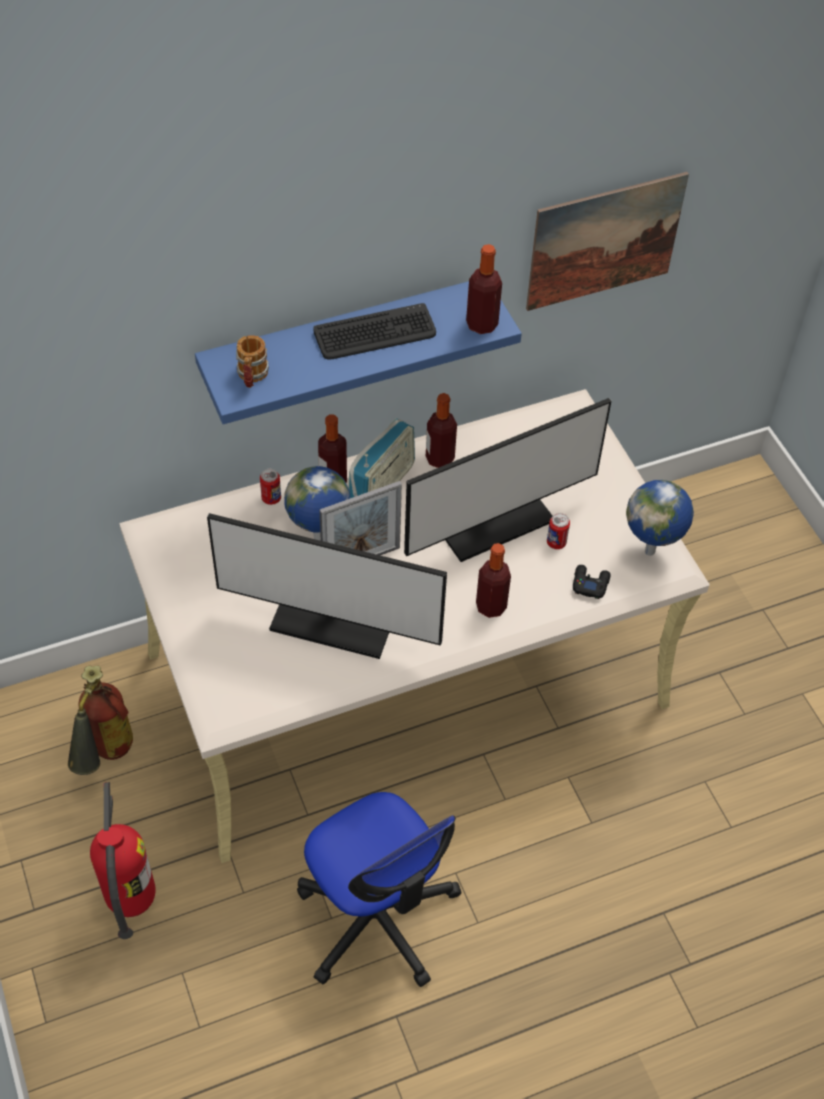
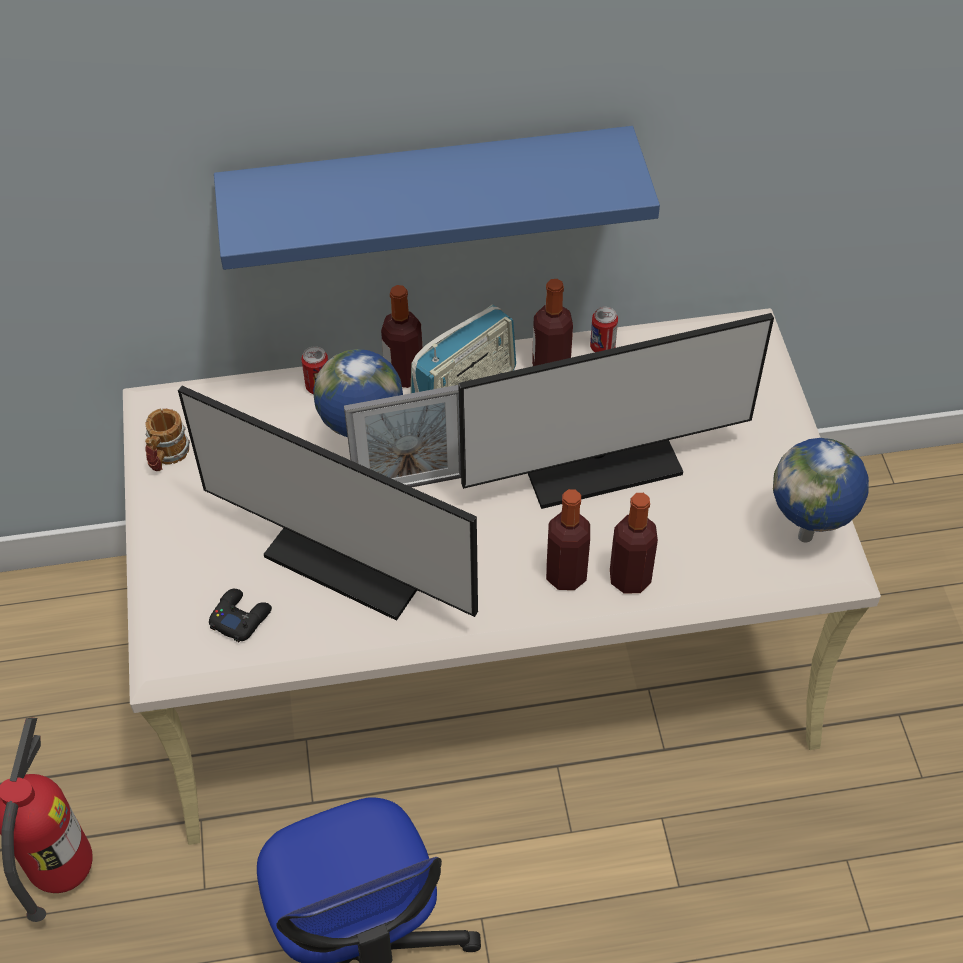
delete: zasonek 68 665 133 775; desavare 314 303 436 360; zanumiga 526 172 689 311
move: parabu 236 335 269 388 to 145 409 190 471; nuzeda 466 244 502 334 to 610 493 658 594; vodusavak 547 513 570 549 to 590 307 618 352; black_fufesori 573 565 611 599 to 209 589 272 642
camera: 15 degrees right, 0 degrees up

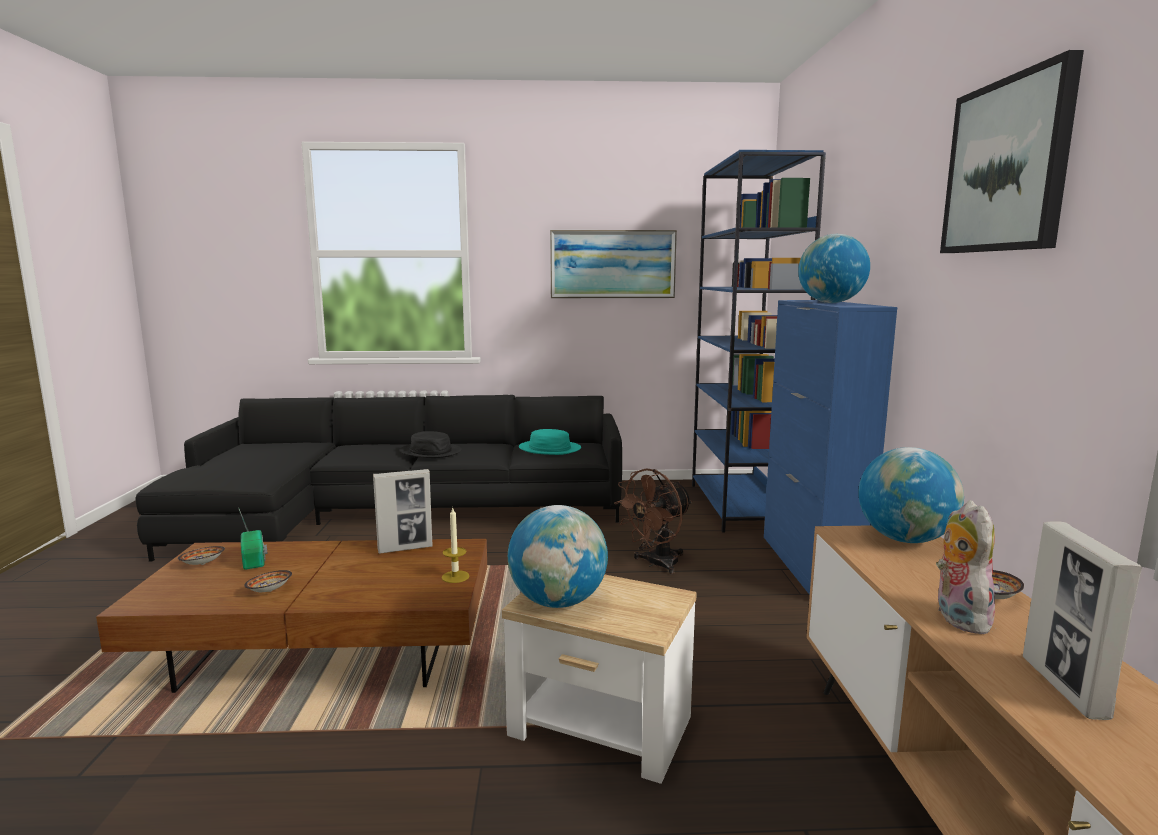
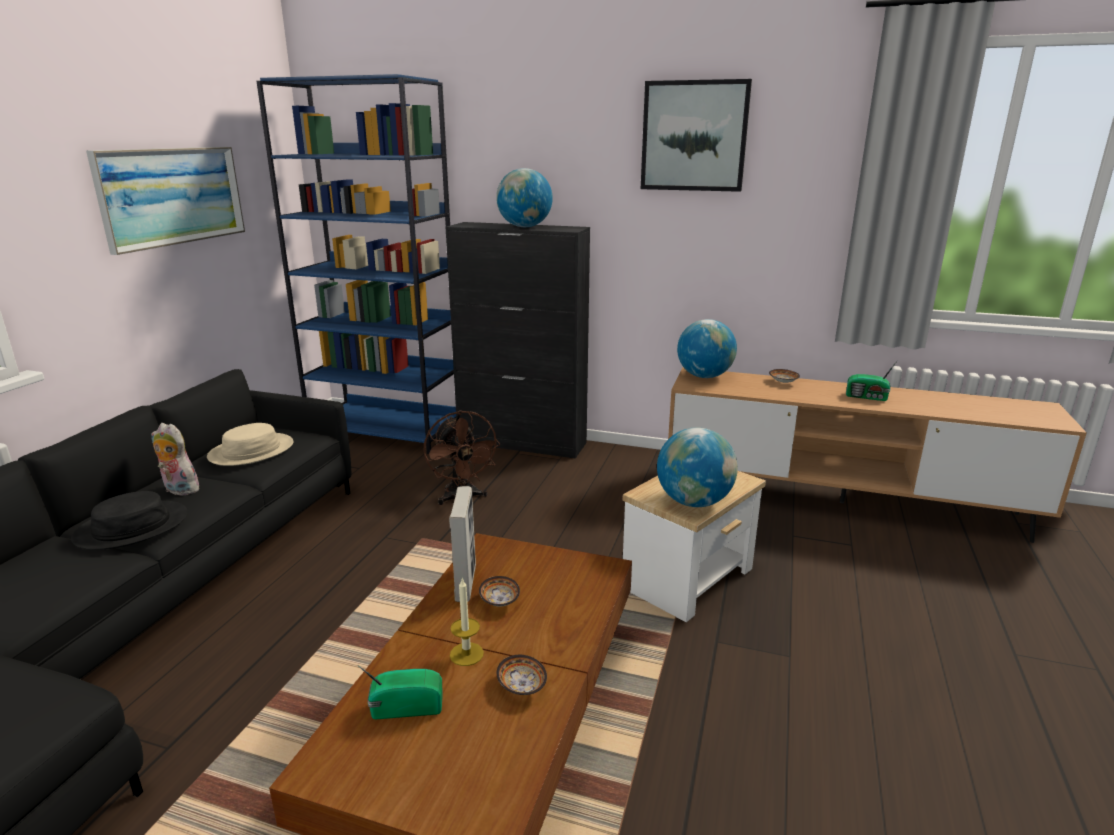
move: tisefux 178 546 225 565 to 479 576 520 607; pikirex 442 508 469 583 to 450 578 484 666; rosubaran 936 500 995 634 to 151 423 200 495
replace: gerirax 1023 521 1142 720 to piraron 846 361 897 401
recolor: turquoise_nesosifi 519 429 581 455 to beige_nesosifi 207 423 293 466; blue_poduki 764 300 898 595 to black_poduki 445 222 590 459
camera: 70 degrees left, 10 degrees up

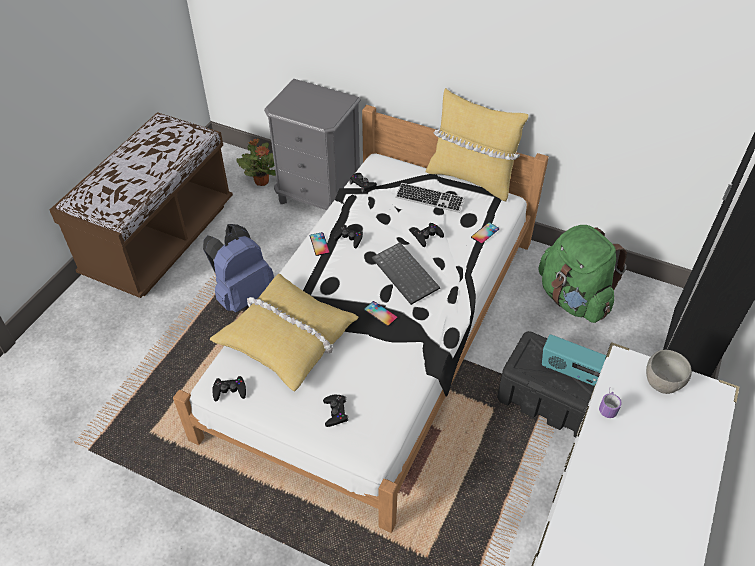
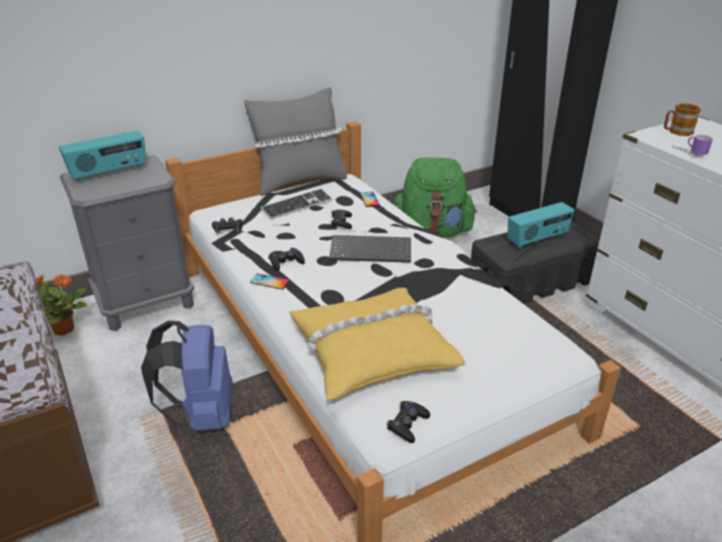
delete: black_fufesori 323 394 348 427; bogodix 364 301 398 326
insert: piraron 59 130 146 182
replace: grey_tisefux 646 350 692 394 to parabu 664 103 701 136
recolor: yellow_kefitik 426 88 529 201 to grey_kefitik 244 87 347 196
camera: 55 degrees left, 15 degrees down

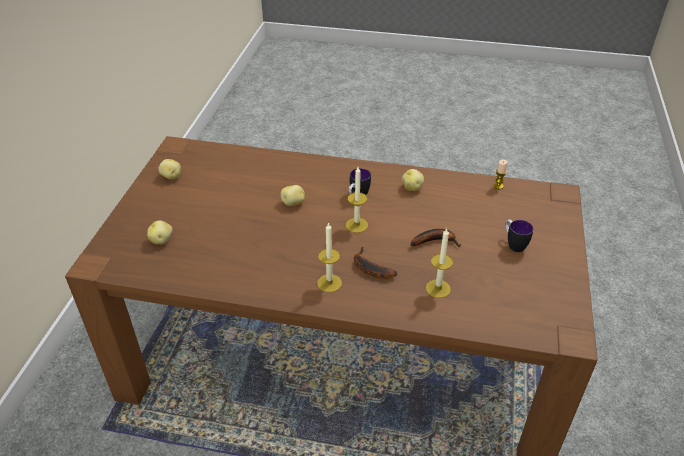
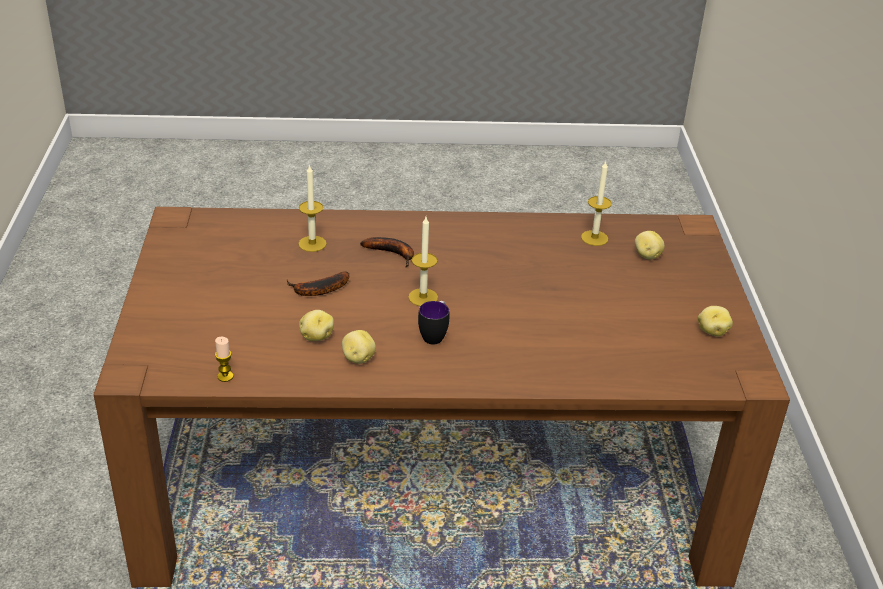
delete: parabu 505 220 533 252
move: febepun 281 185 305 206 to 299 310 334 341; pikirex 317 222 342 292 to 581 161 612 246
camera: 165 degrees right, 5 degrees down

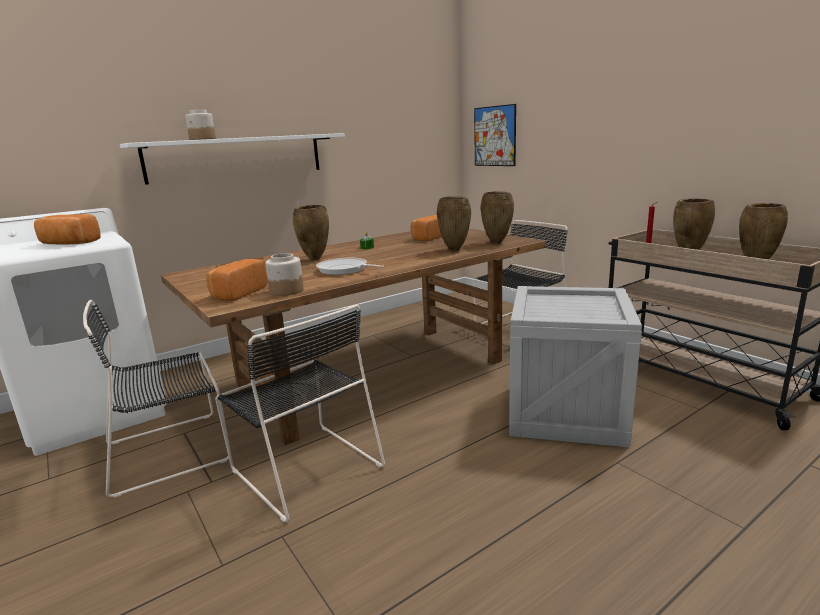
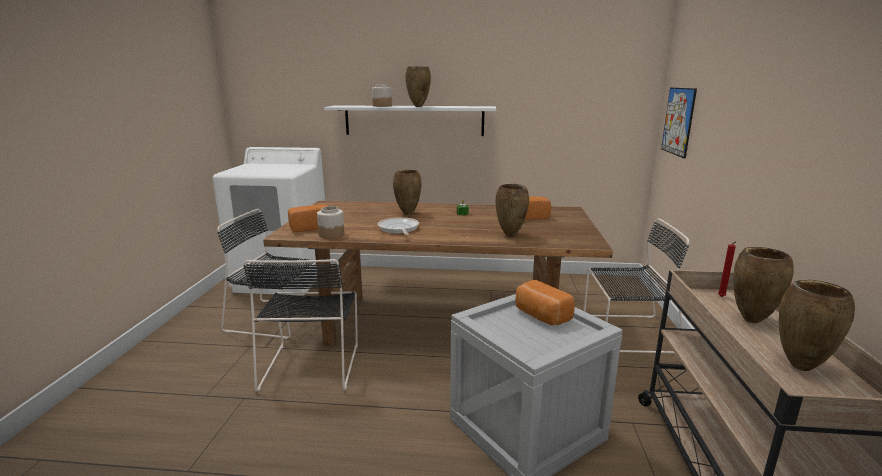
move: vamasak 34 214 101 244 to 515 280 575 325; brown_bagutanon 481 191 514 244 to 406 66 431 107
camera: 40 degrees right, 0 degrees up

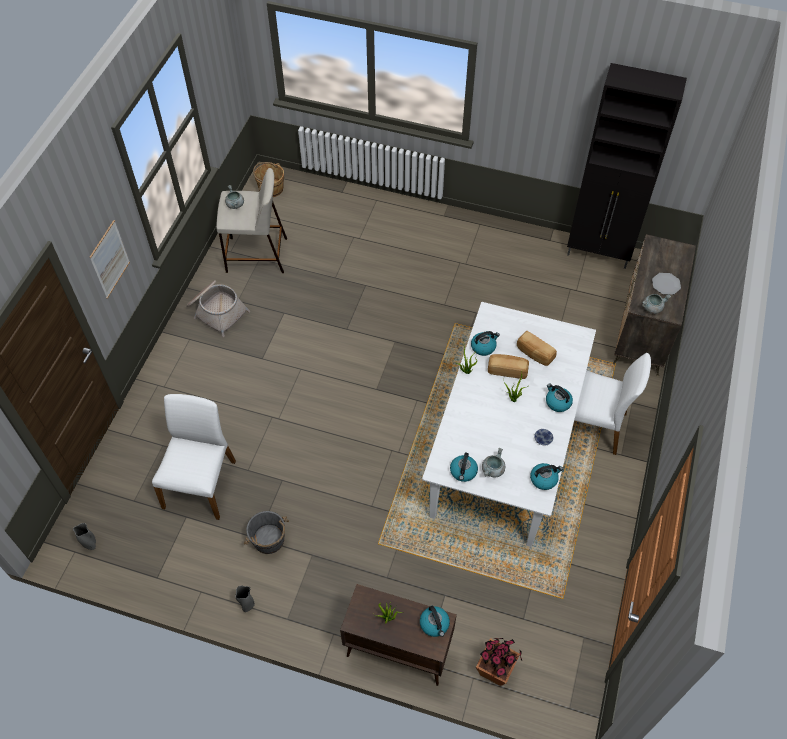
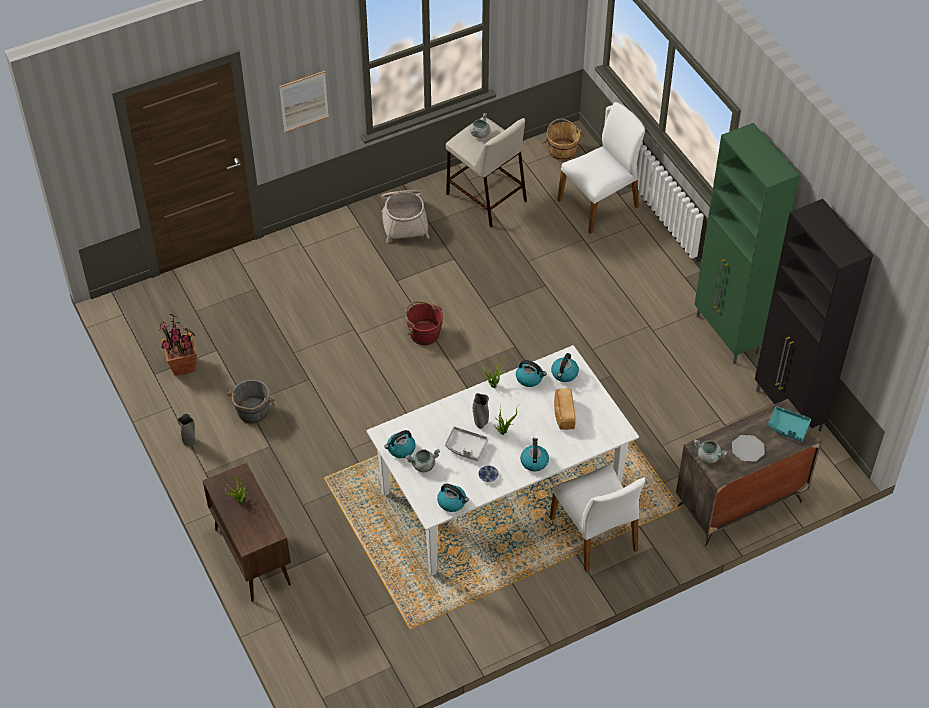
delete: vamasak 488 354 529 379
insert: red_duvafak 405 301 443 345; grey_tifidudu 445 426 488 461; green_poduki 695 123 800 364; turquoise_tifidudu 768 406 811 442
move: grey_bagutanon 73 523 96 550 to 473 393 489 429; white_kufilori 152 394 236 520 to 557 102 645 234; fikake 420 606 450 637 to 551 353 579 382; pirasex 476 638 522 686 to 159 314 197 376
camera: 45 degrees right, 5 degrees down

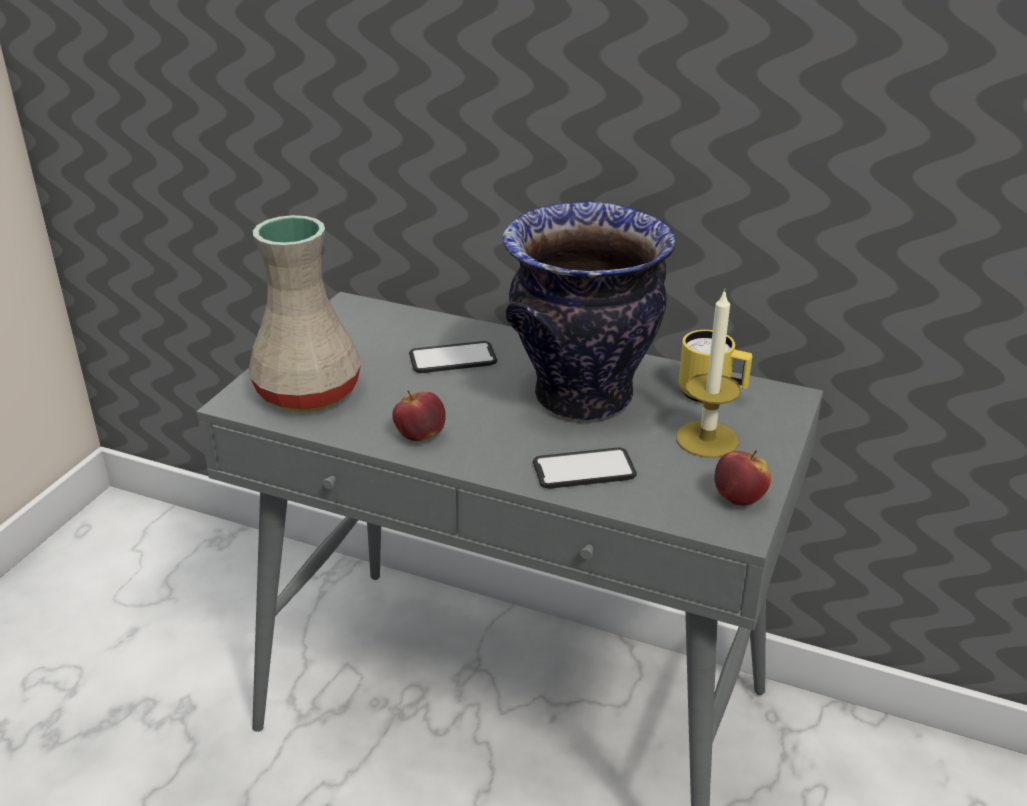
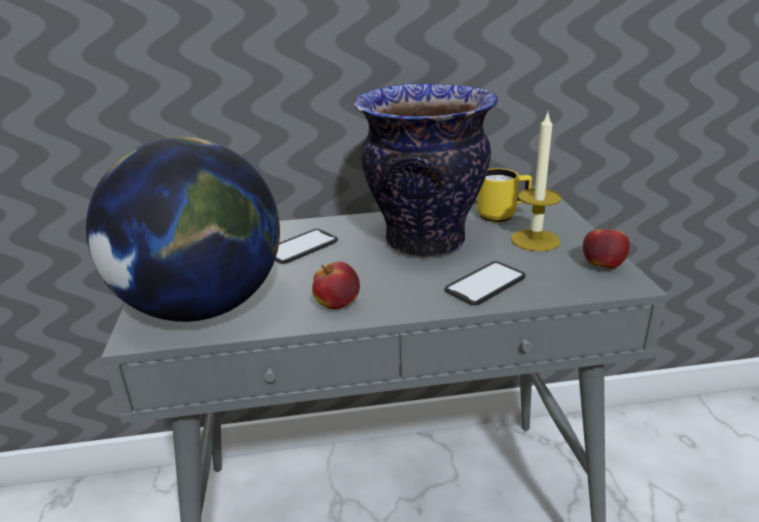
replace: beige_bagutanon 249 215 361 412 to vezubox 86 137 280 322
camera: 30 degrees left, 5 degrees down

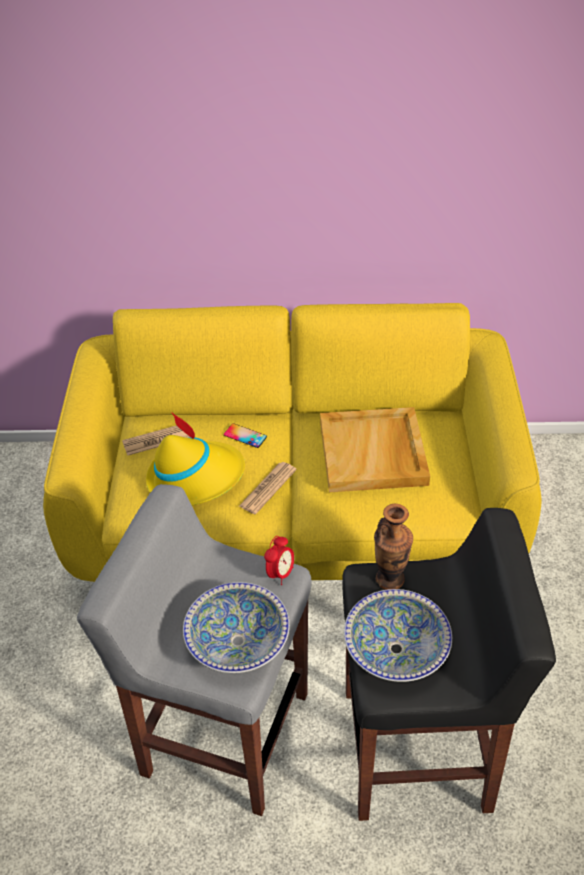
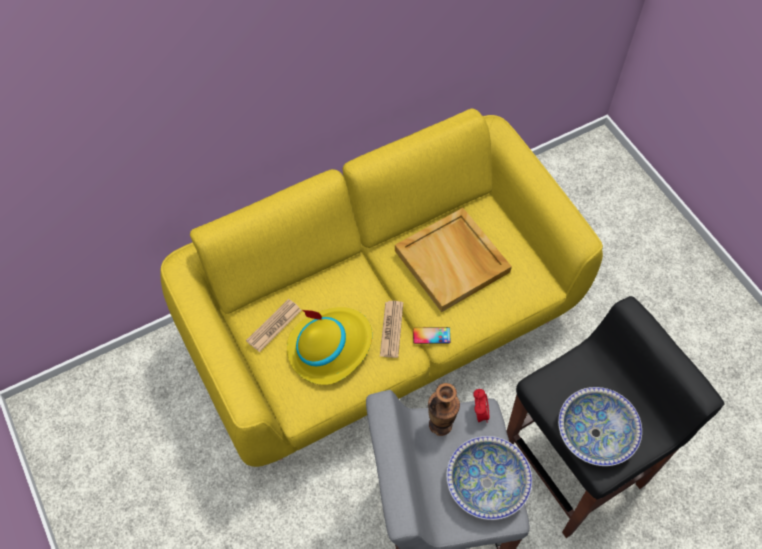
move: bogodix 224 423 267 448 to 413 327 451 344; bagutanon 374 504 413 590 to 428 383 460 436
camera: 30 degrees left, 15 degrees up

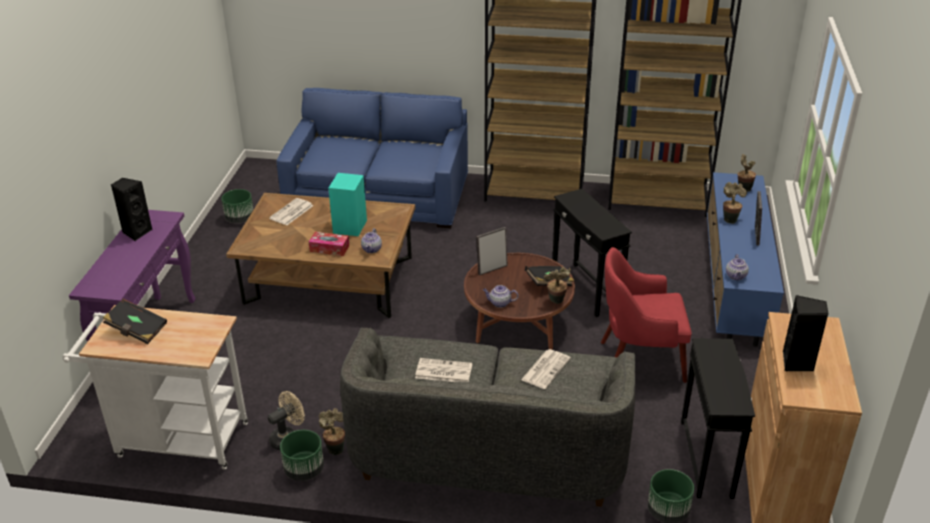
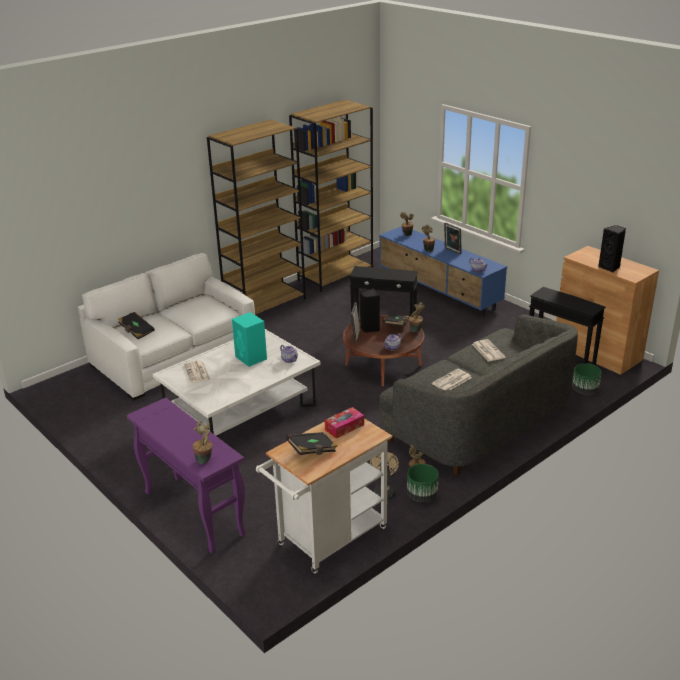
delete: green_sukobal 221 189 254 223; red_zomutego 601 247 692 383
insert: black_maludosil 118 312 155 339; pirasex 193 421 213 464
move: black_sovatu 111 178 153 241 to 360 289 380 333; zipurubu 309 232 349 256 to 325 407 364 439
recolor: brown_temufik 226 193 415 318 to white_temufik 153 329 321 438; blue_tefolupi 277 88 468 228 to white_tefolupi 78 253 255 400
camera: 50 degrees left, 5 degrees down

